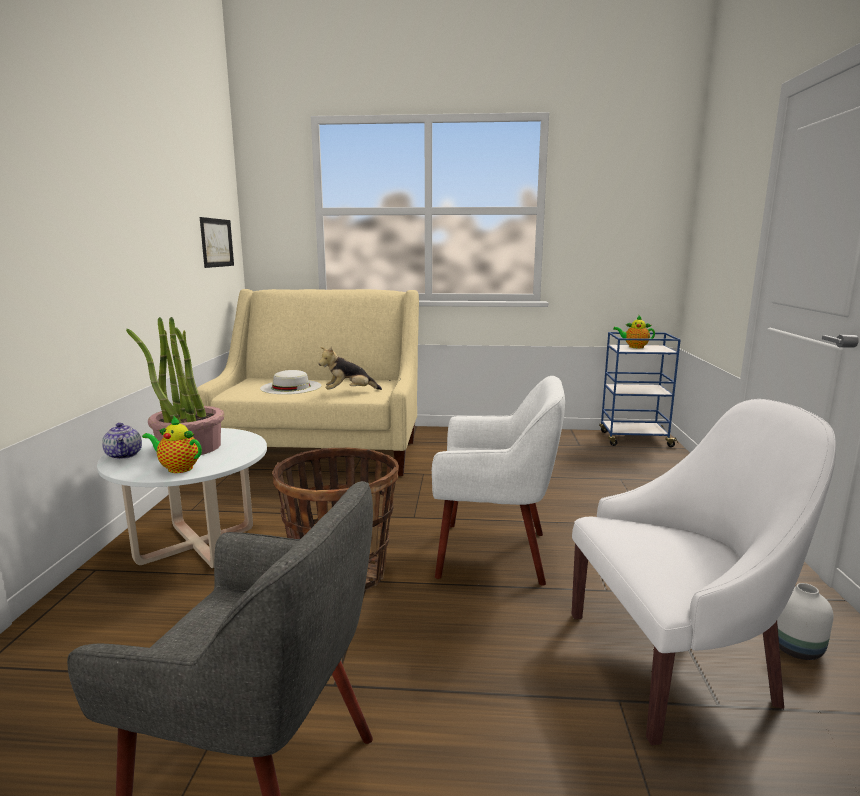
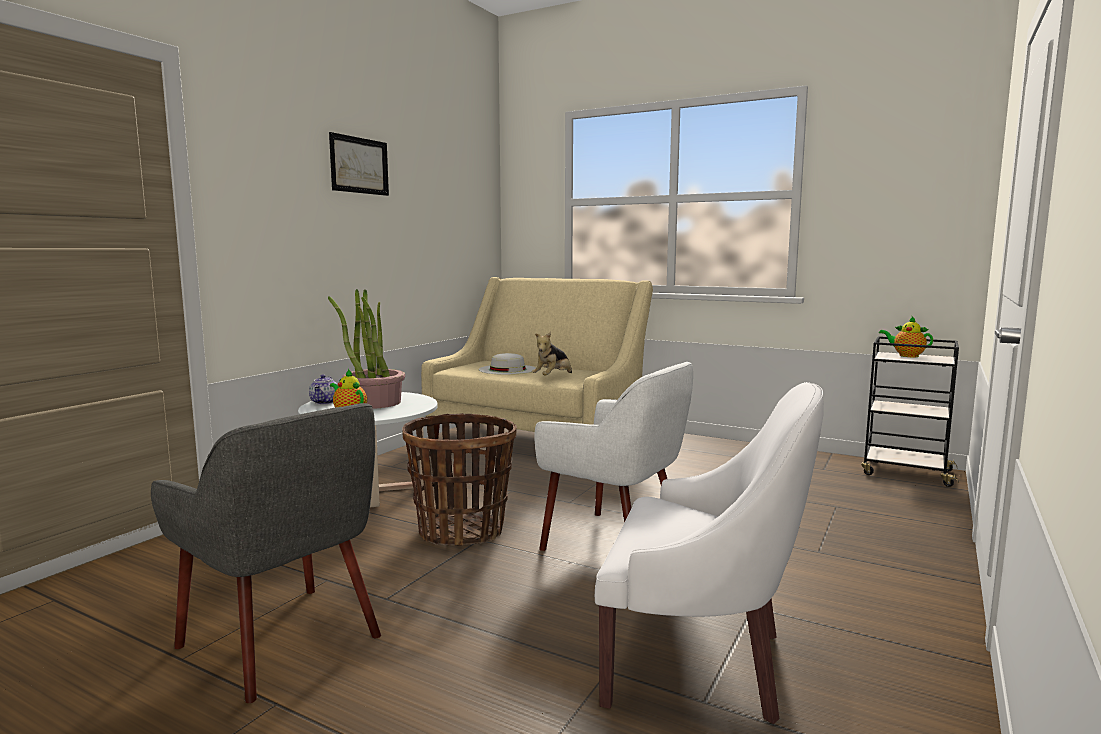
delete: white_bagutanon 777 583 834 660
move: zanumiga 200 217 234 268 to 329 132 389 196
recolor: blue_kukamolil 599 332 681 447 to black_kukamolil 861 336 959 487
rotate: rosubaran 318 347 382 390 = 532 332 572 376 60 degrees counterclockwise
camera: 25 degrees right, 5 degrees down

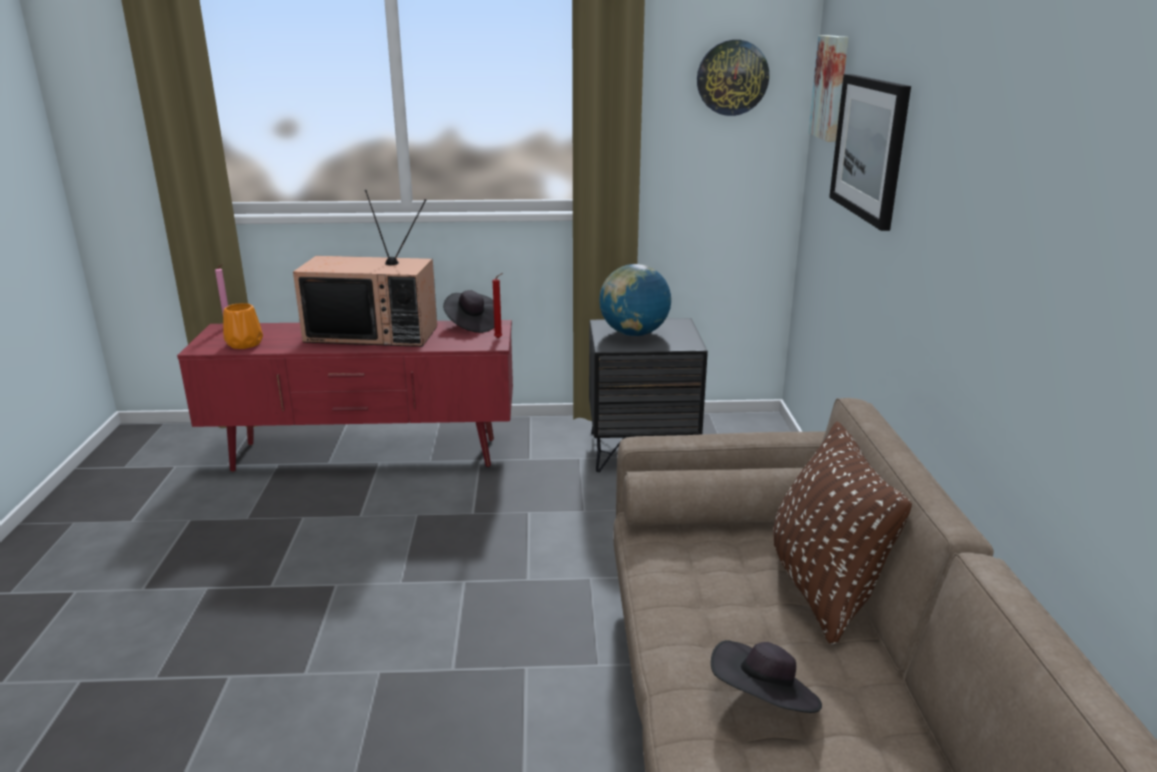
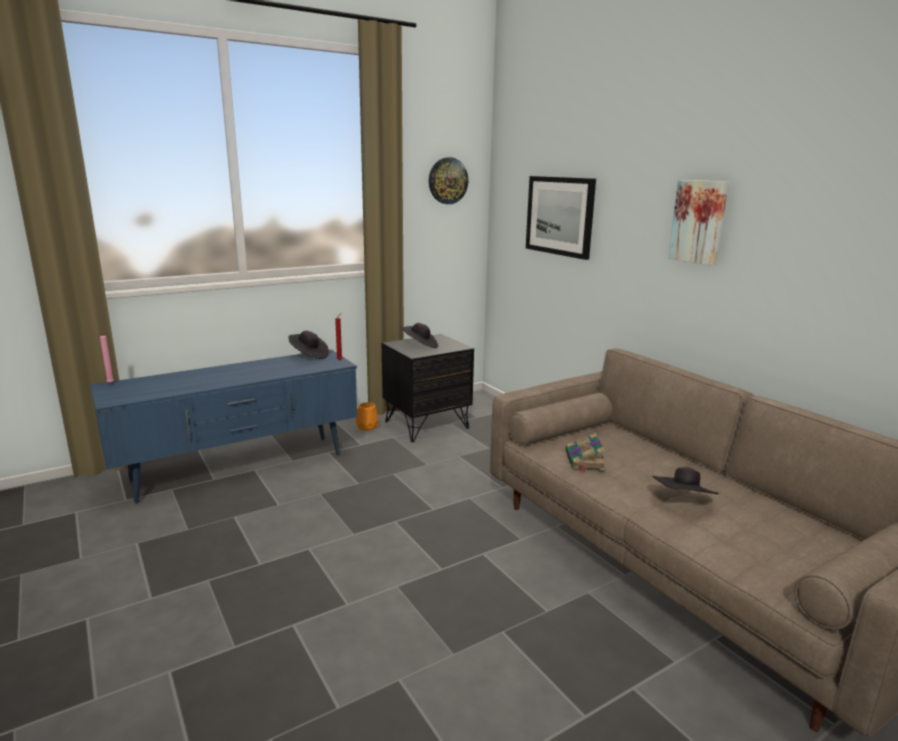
delete: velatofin 293 190 437 347; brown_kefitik 773 421 912 645
insert: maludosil 565 433 606 471
move: orange_bagutanon 223 303 263 349 to 356 402 379 431; zanumiga 808 35 848 142 to 668 180 729 266
replace: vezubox 599 264 671 336 to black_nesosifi 402 323 438 348
recolor: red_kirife 177 320 513 472 to blue_kirife 90 349 357 503
camera: 30 degrees left, 5 degrees down

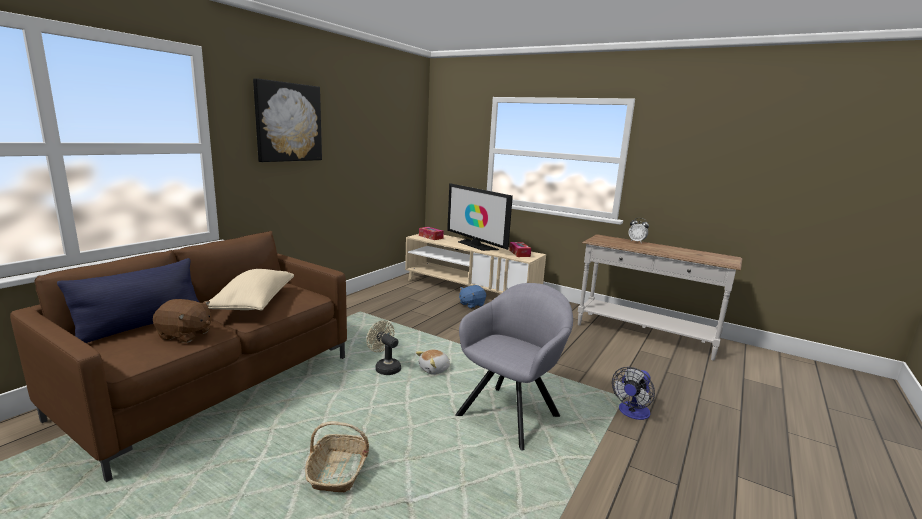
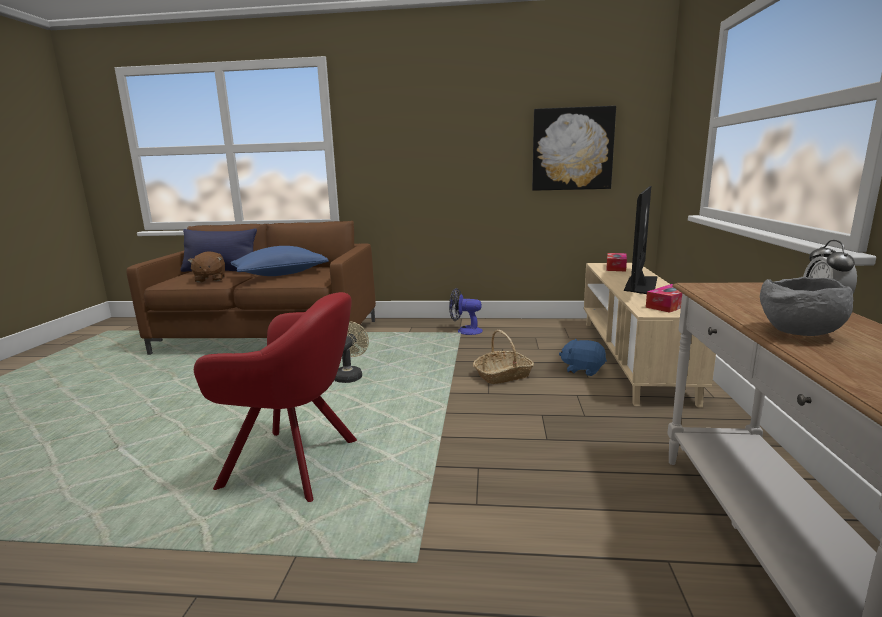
delete: rosubaran 416 350 450 375
insert: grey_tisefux 760 277 853 336
move: zanumiga 253 78 322 162 to 532 106 616 191; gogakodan 305 421 369 493 to 473 330 534 384; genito 612 367 655 420 to 449 288 483 335
recolor: beige_kefitik 208 269 294 310 to blue_kefitik 230 246 329 276; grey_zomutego 455 283 573 451 to red_zomutego 194 292 357 502
camera: 65 degrees right, 0 degrees up

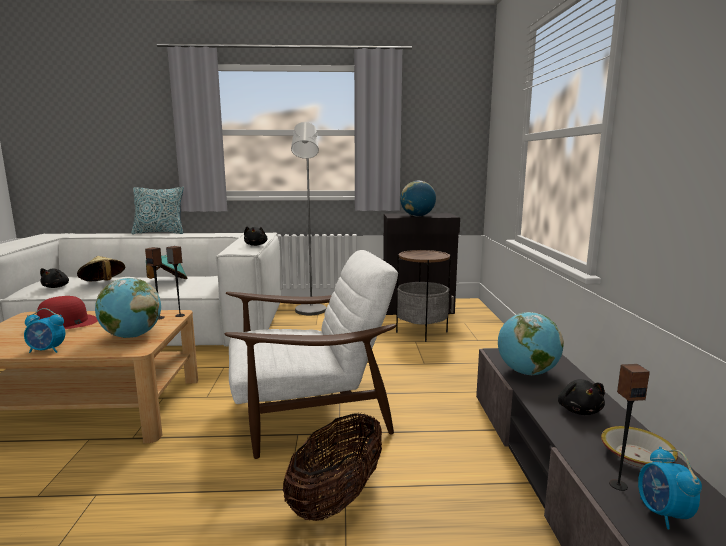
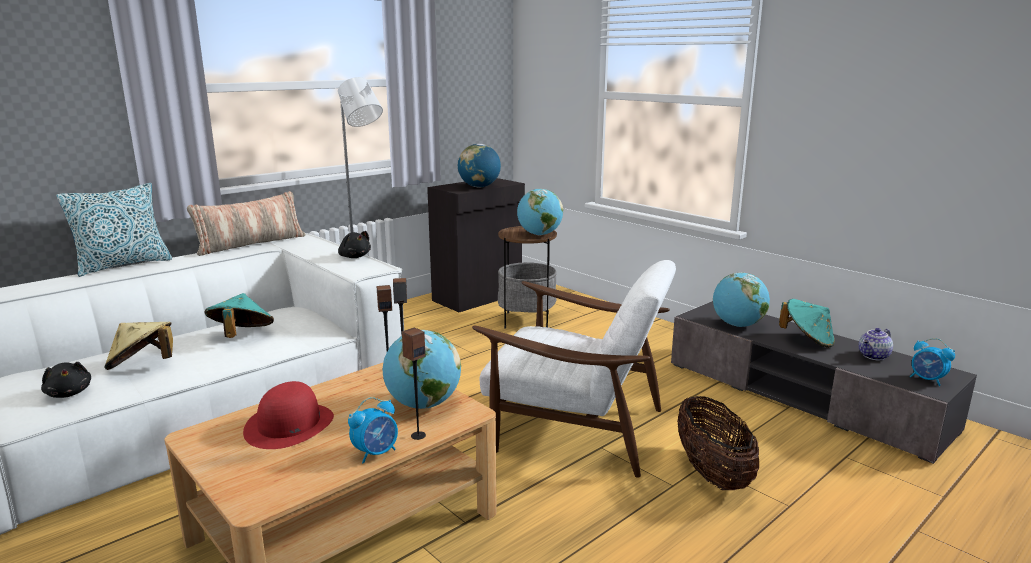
insert: kefitik 187 191 305 256; vezubox 517 189 563 235
move: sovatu 609 364 650 491 to 402 328 426 440
replace: black_rosubaran 558 379 605 415 to turquoise_nesosifi 779 299 835 348; tisefux 601 426 678 468 to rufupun 859 328 893 360
rotate: white_zomutego 225 250 398 459 = 472 260 676 478 75 degrees clockwise
camera: 40 degrees left, 5 degrees up

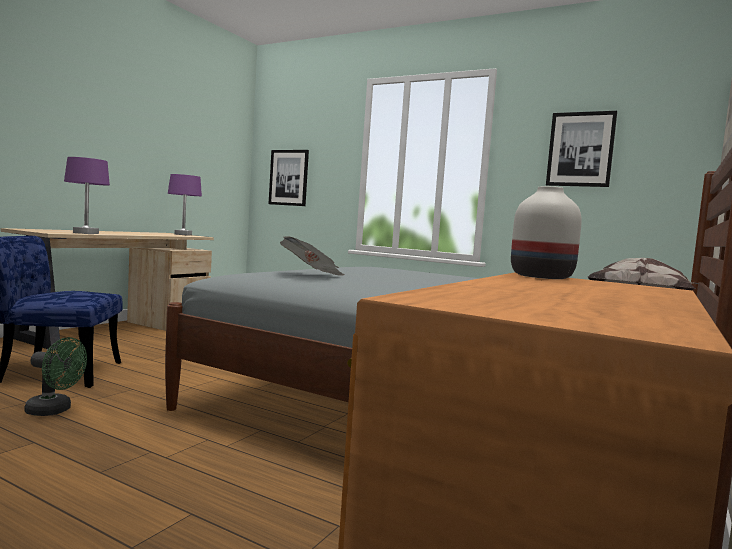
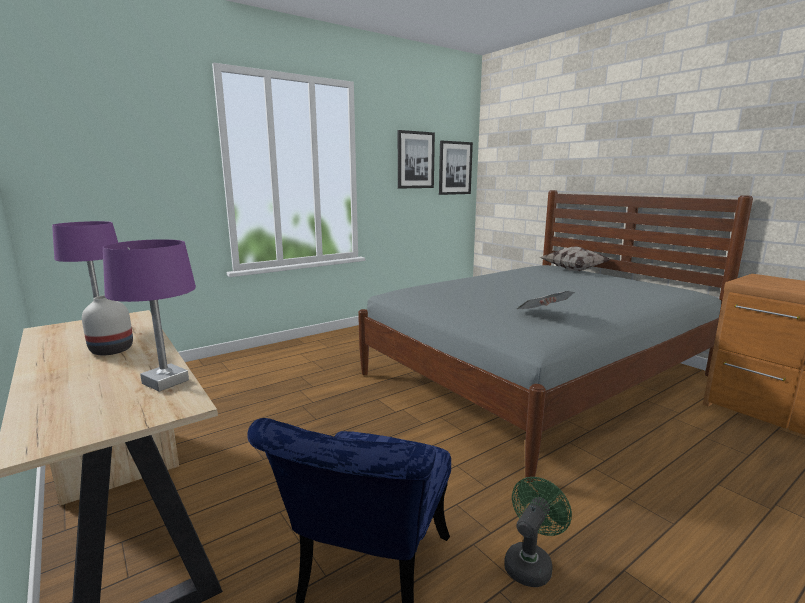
move: zanumiga 269 150 309 206 to 439 140 473 195; white_bagutanon 511 186 582 279 to 82 295 133 355
camera: 65 degrees left, 10 degrees up

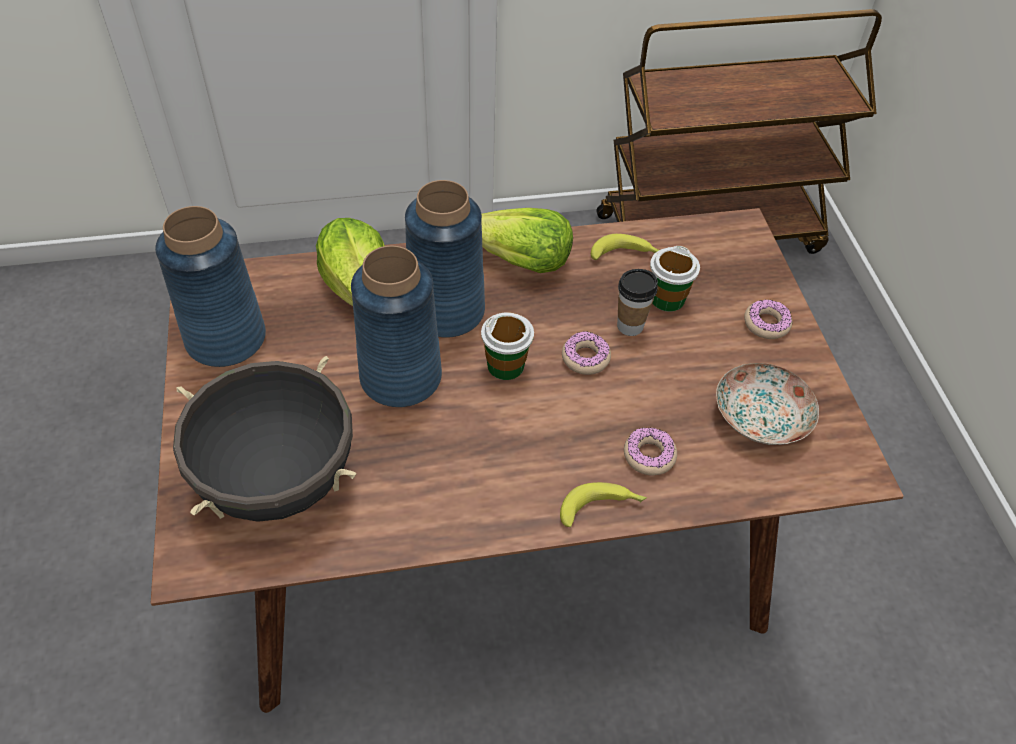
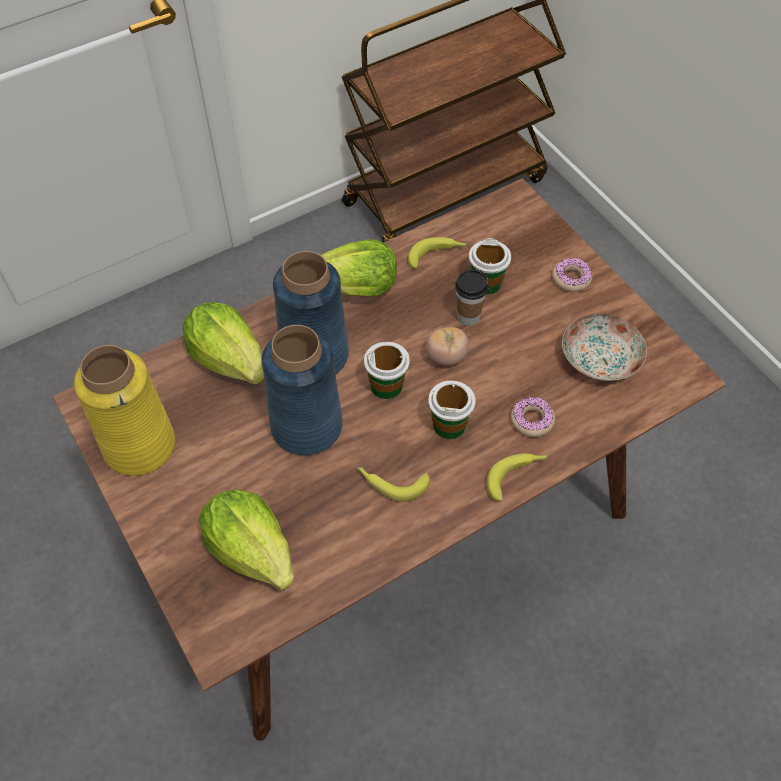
insert: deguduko 357 467 430 502; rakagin 428 380 476 439
replace: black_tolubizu 173 356 357 522 to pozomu 199 489 294 590; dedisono 562 331 611 375 to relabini 426 327 469 366
recolor: blue_bagutanon 155 206 266 367 to yellow_bagutanon 74 345 175 476
camera: 20 degrees left, 5 degrees up

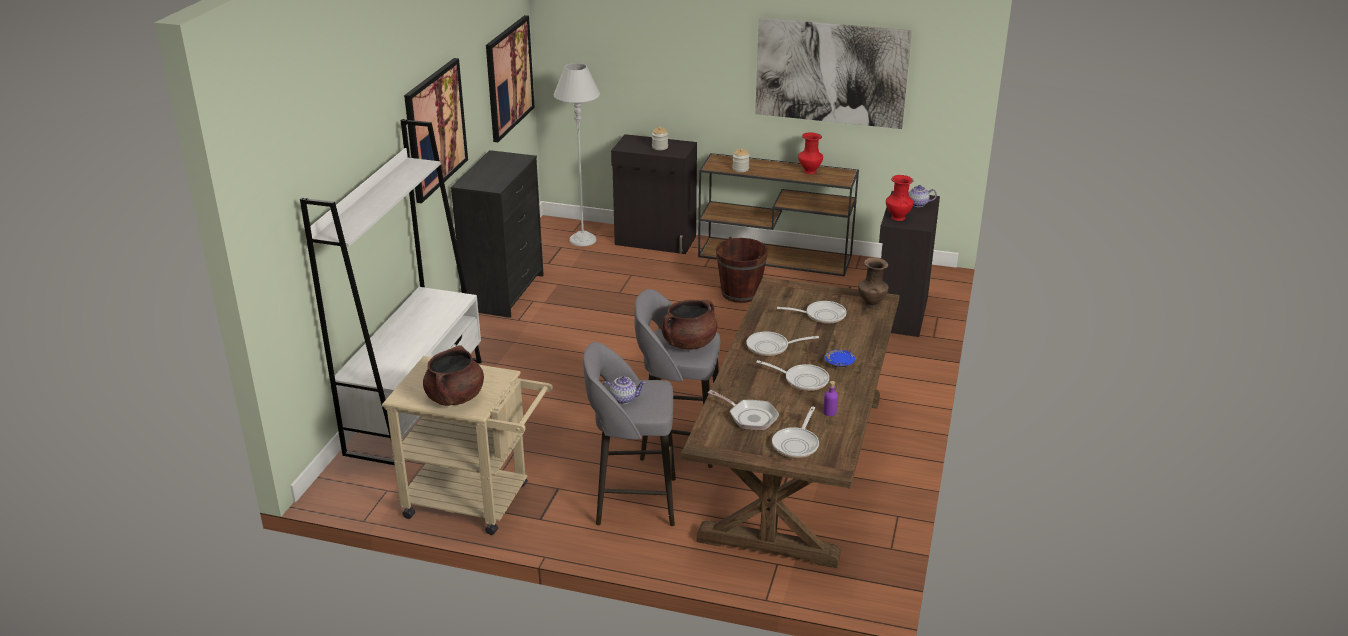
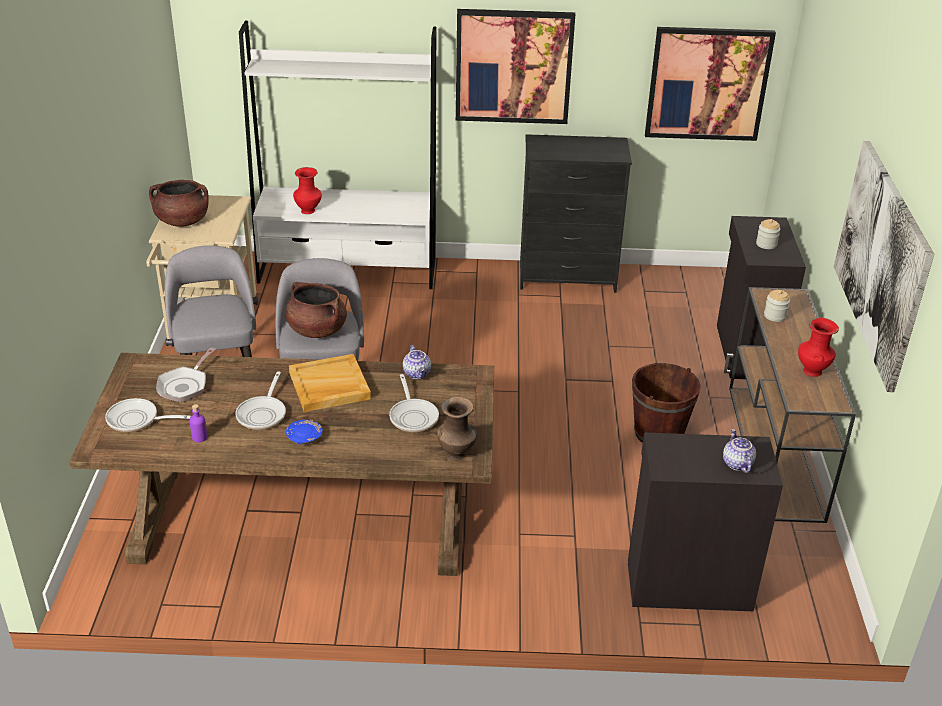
delete: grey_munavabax 554 63 600 246
move: rufupun 603 377 646 404 to 403 345 431 379; red_bagutanon 886 175 914 221 to 293 167 322 214
replace: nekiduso 747 332 819 356 to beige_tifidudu 289 354 371 412
camera: 75 degrees right, 5 degrees up

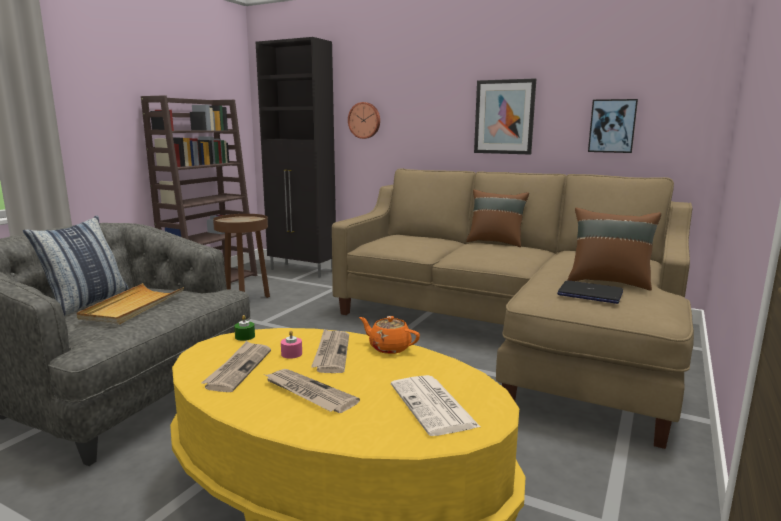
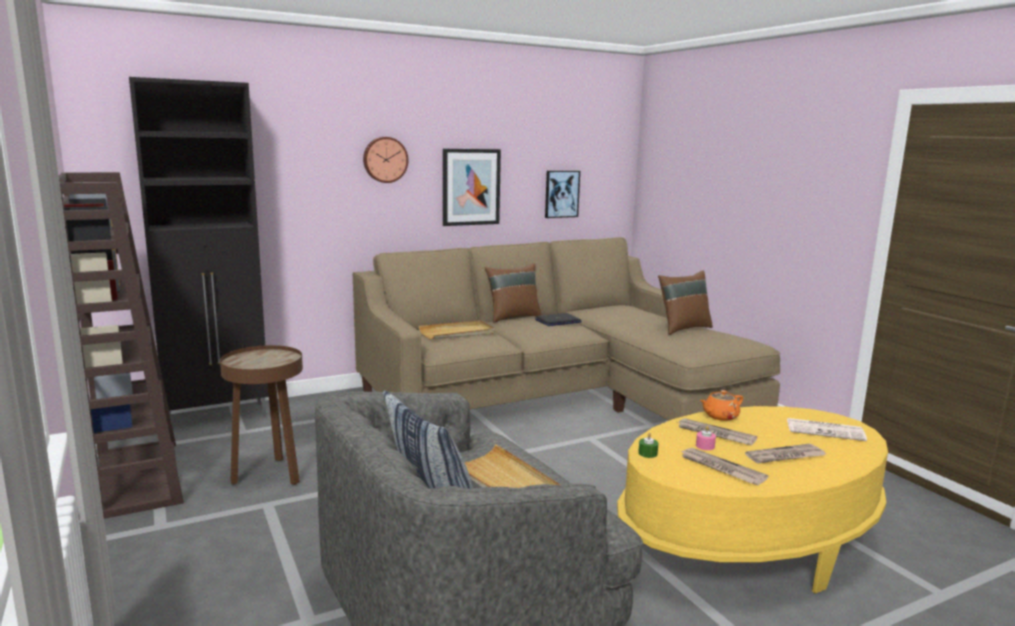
insert: beige_tifidudu 418 320 495 340
move: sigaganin 348 102 380 139 to 363 137 408 183; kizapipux 557 281 623 304 to 535 313 582 326
camera: 55 degrees left, 0 degrees up

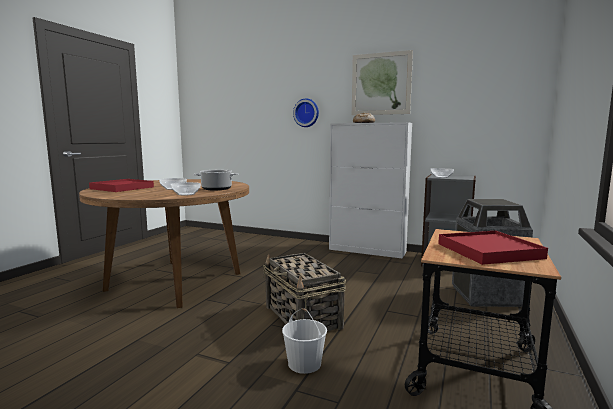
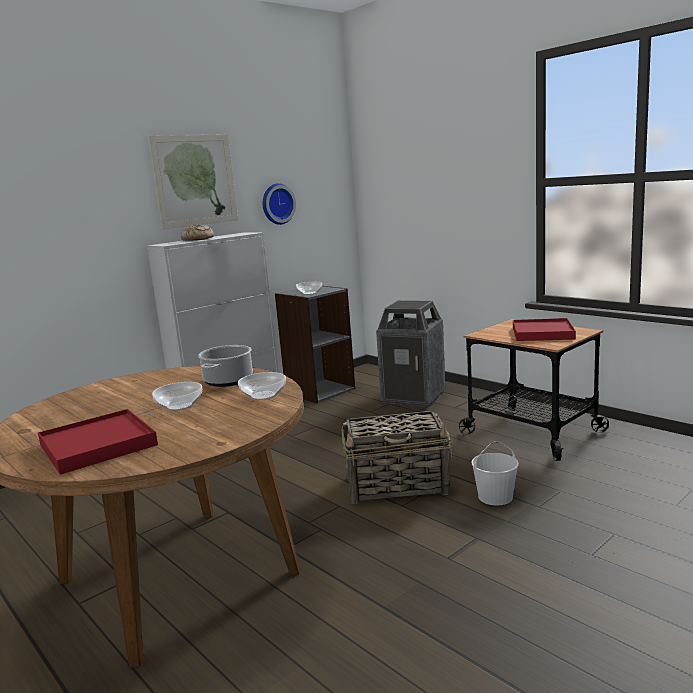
move: sigaganin 293 98 319 127 to 263 183 296 225
camera: 65 degrees left, 5 degrees up

